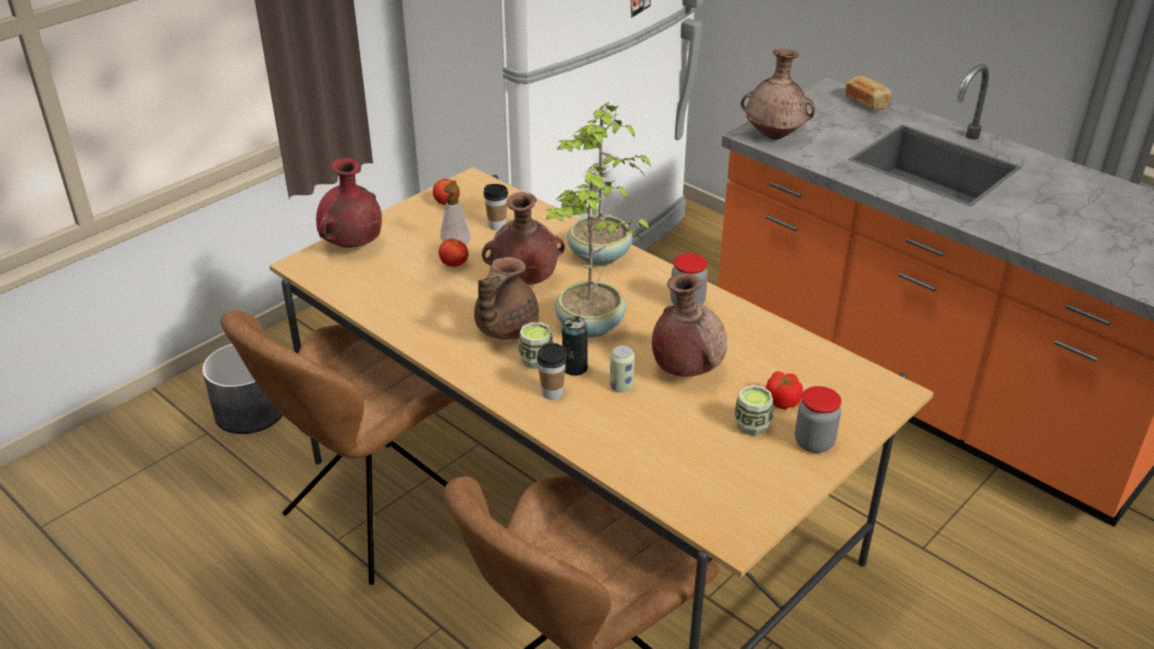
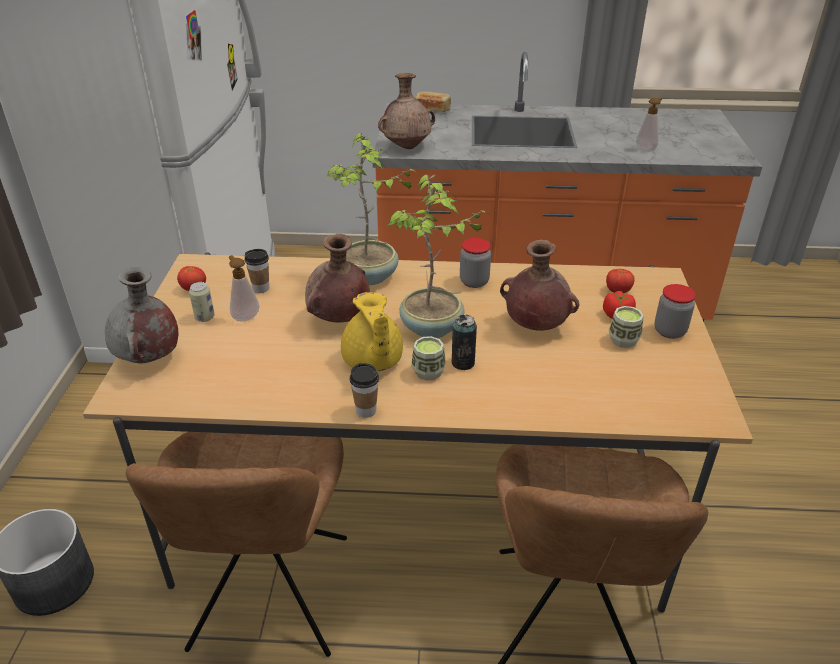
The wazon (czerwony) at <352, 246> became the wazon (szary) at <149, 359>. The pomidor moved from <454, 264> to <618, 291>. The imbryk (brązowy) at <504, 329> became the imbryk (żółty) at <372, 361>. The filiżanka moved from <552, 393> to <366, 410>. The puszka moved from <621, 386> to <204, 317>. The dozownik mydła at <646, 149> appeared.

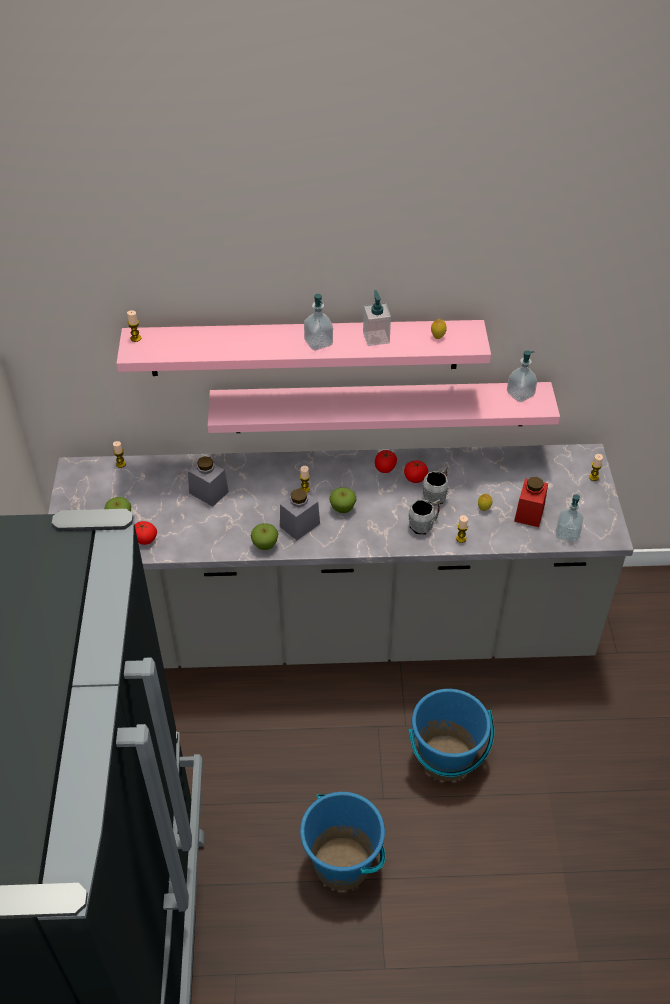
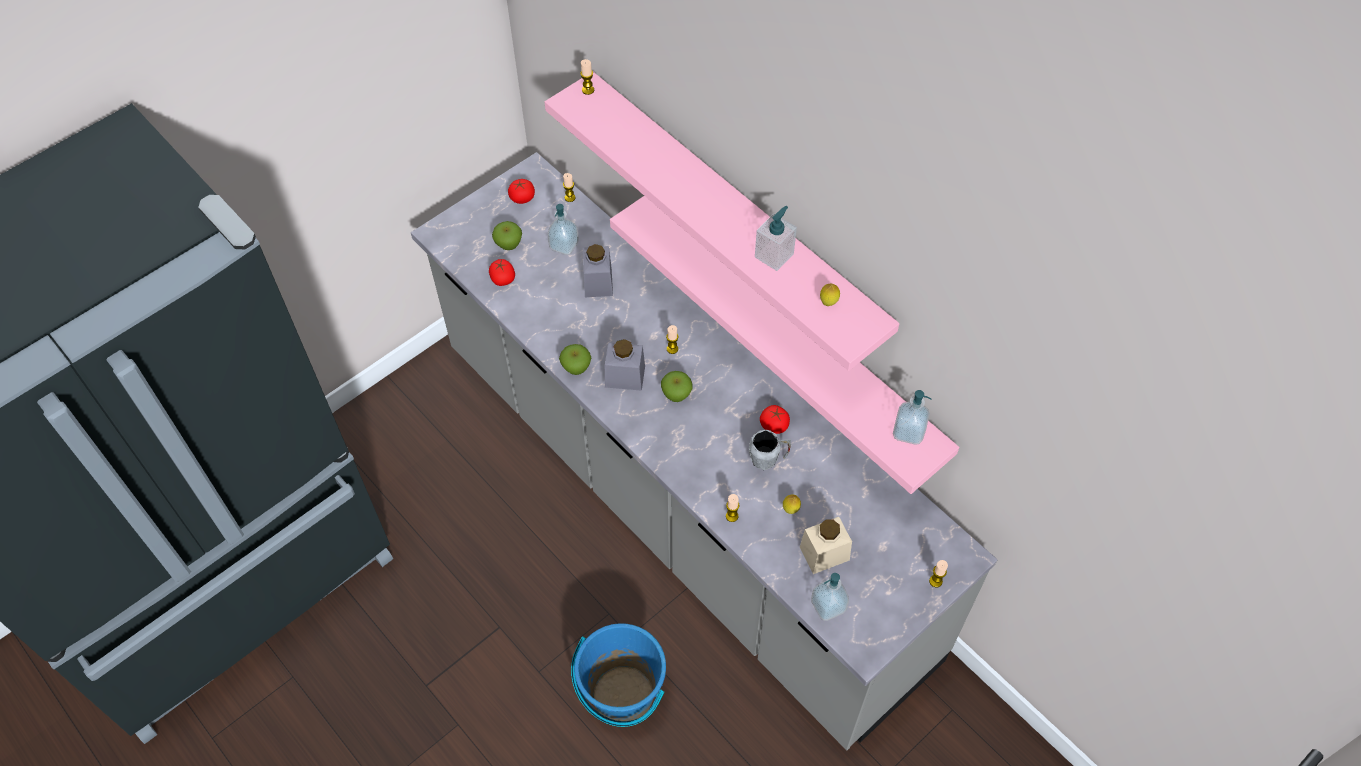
The wiadro (niebieski) at <342, 864> disappeared. The dozownik mydła moved from <318, 343> to <564, 245>. The pomidor moved from <385, 468> to <522, 198>. The kubek (szary) at <424, 525> disappeared. The słoik (czerwony) at <529, 513> became the słoik (beżowy) at <824, 553>.

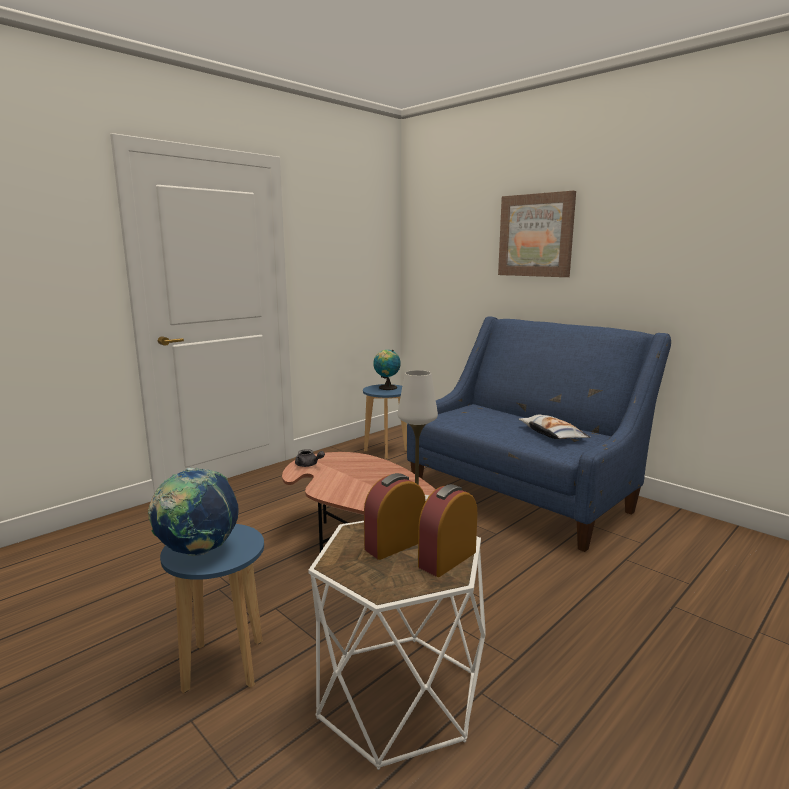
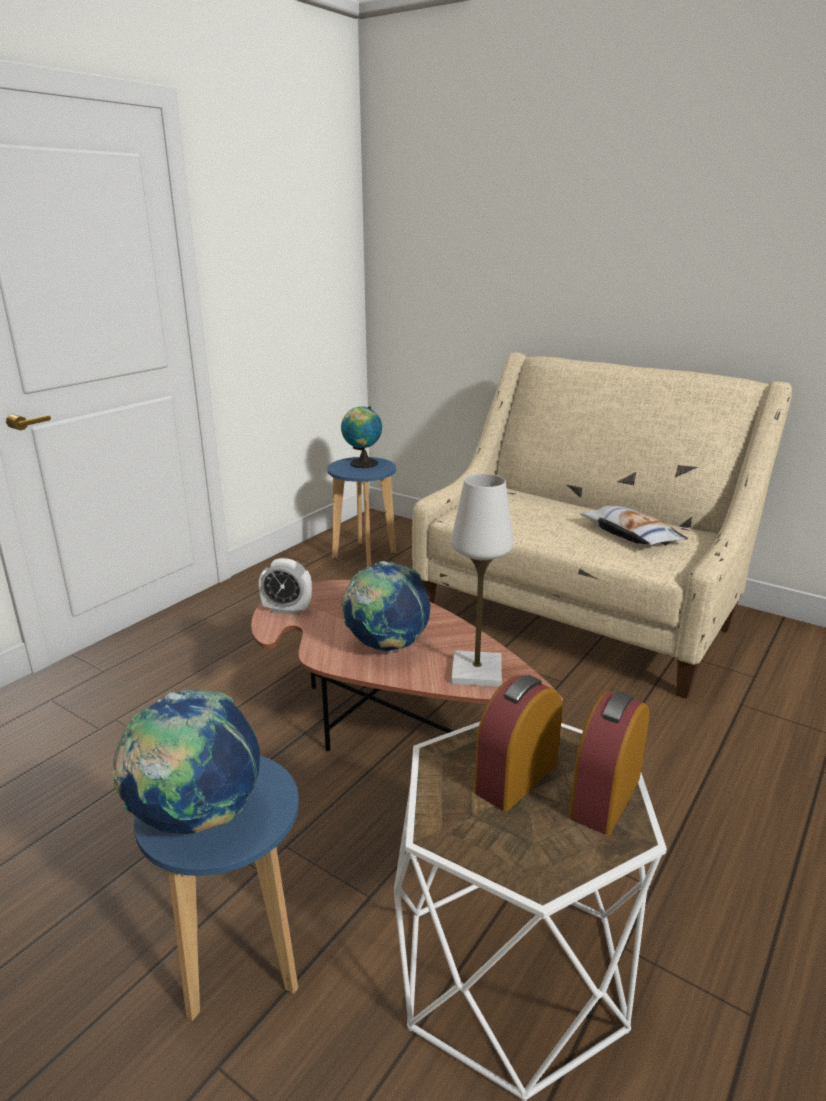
The imbryk (szary) at <308, 465> was replaced by the budzik at <287, 610>. The kanapa (niebieski) at <524, 494> became the kanapa (beżowy) at <578, 612>. The obraz at <536, 235> disappeared. The globus at <386, 646> appeared.

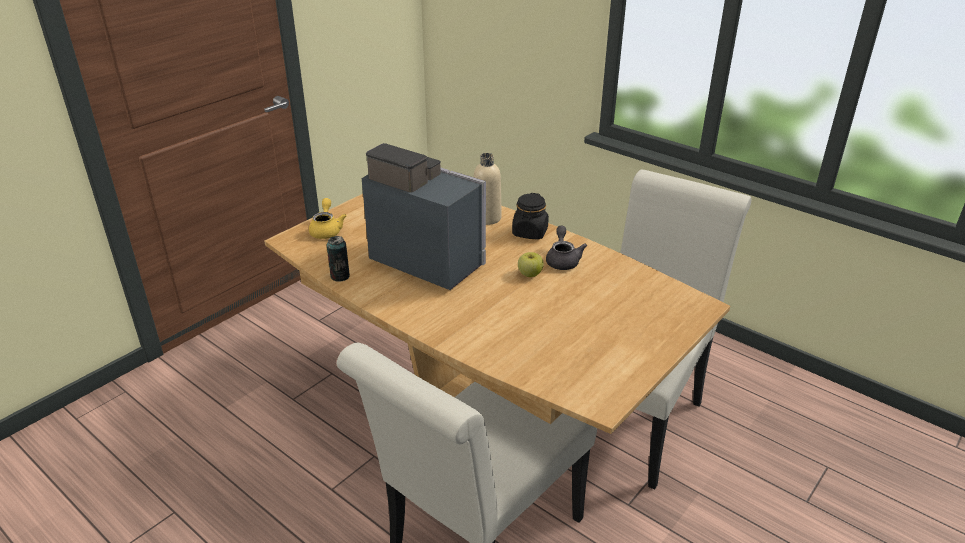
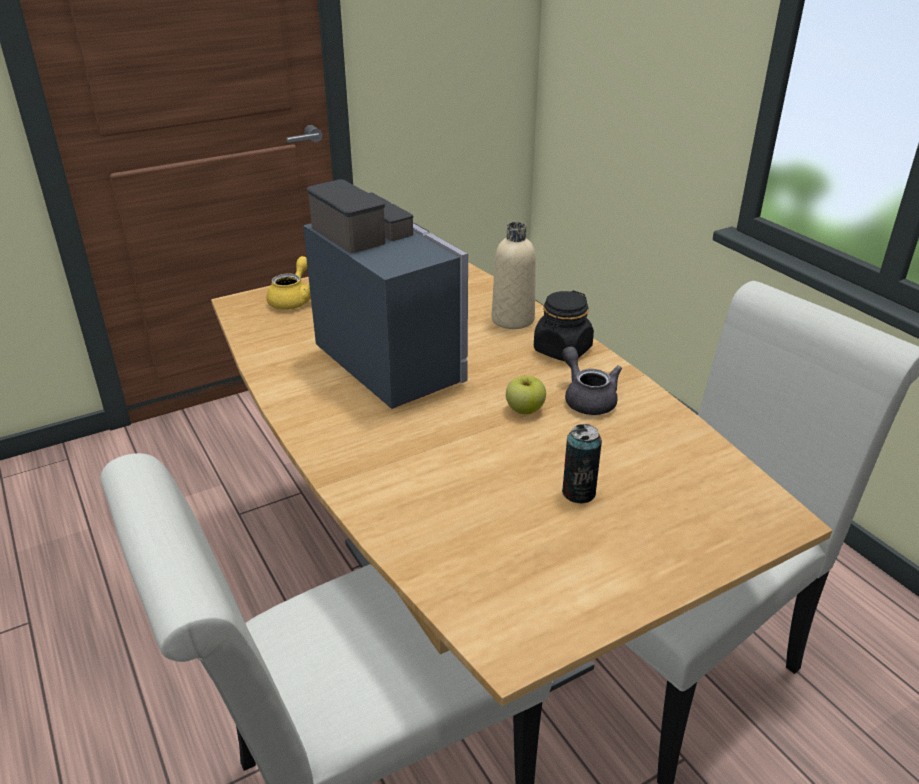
The puszka moved from <340, 276> to <578, 493>. The imbryk (szary) at <562, 260> turned 45 degrees counterclockwise.

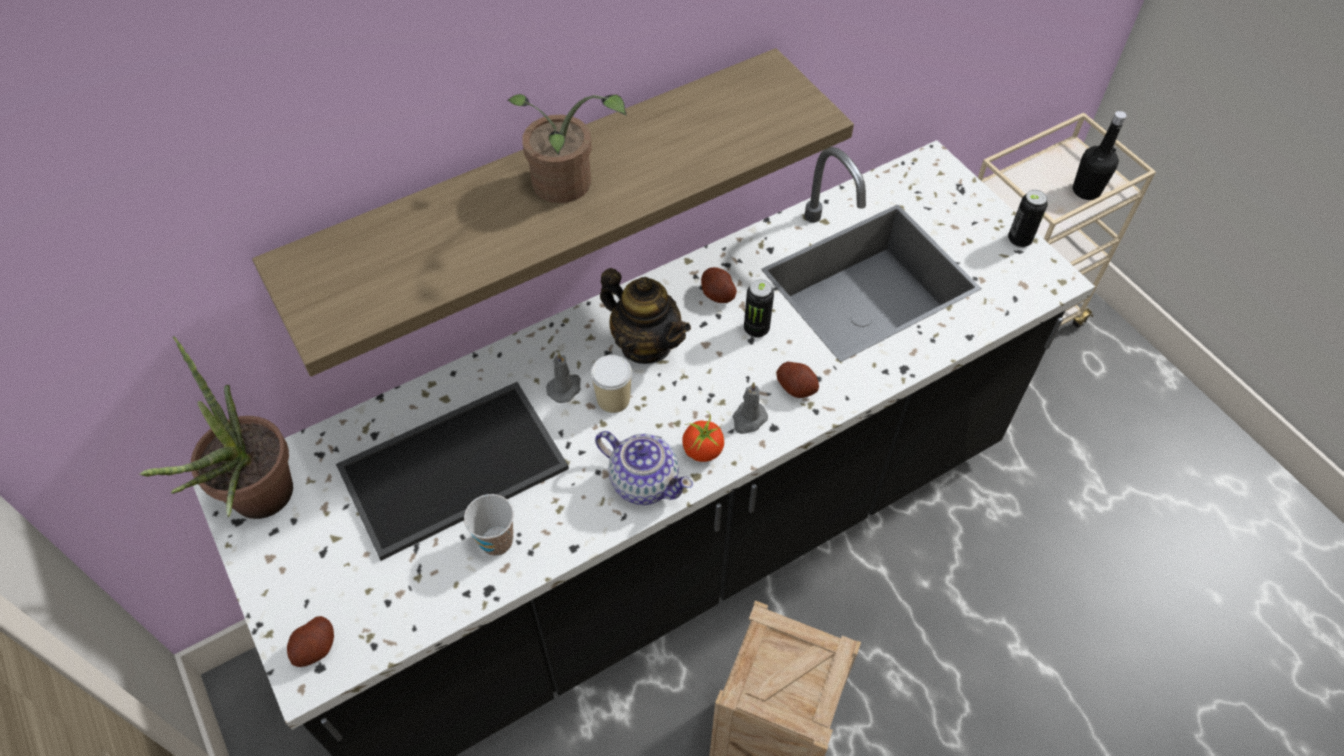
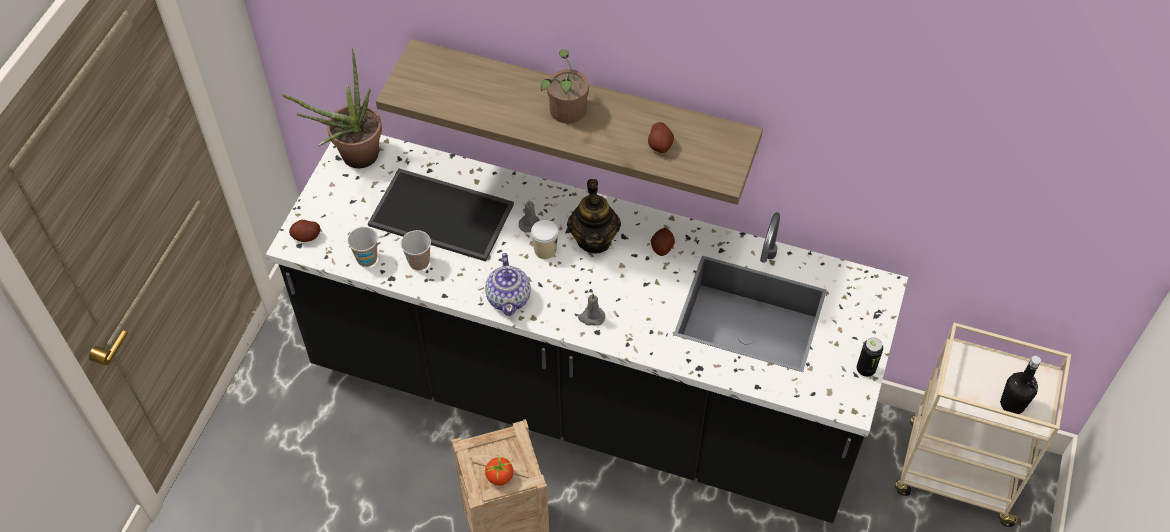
The pomidor moved from <703, 450> to <500, 476>. The puszka at <756, 329> disappeared. The ziemniak moved from <796, 387> to <660, 145>. The filiżanka at <367, 258> appeared.

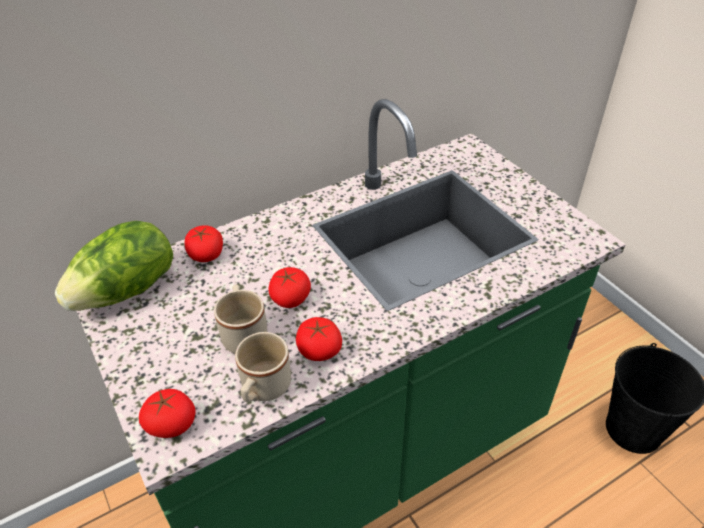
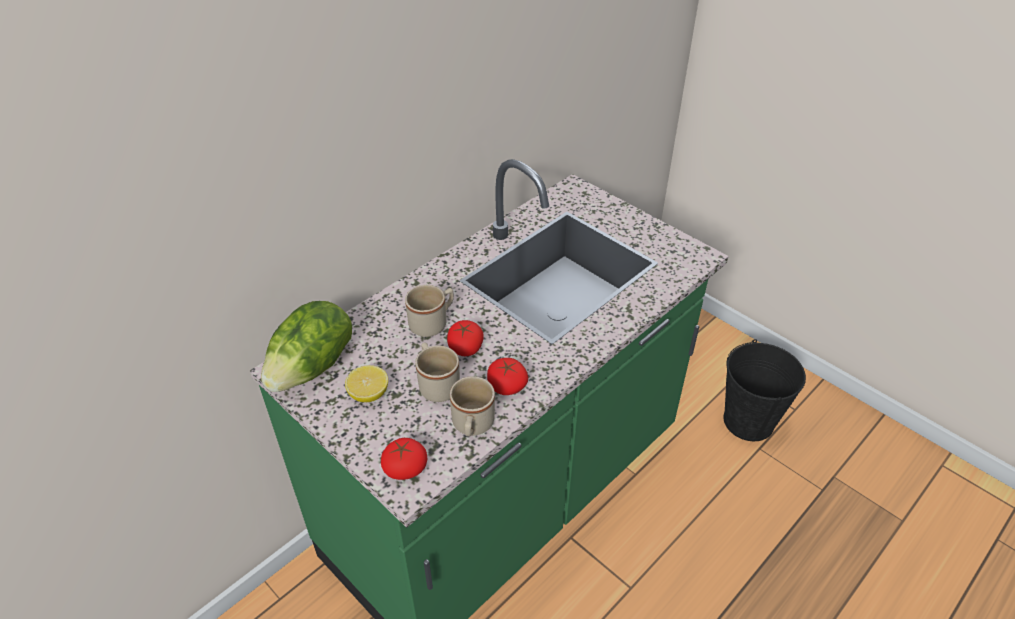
The pomidor at <206, 254> disappeared. The cytryna at <369, 394> appeared. The kubek (beżowy) at <433, 323> appeared.

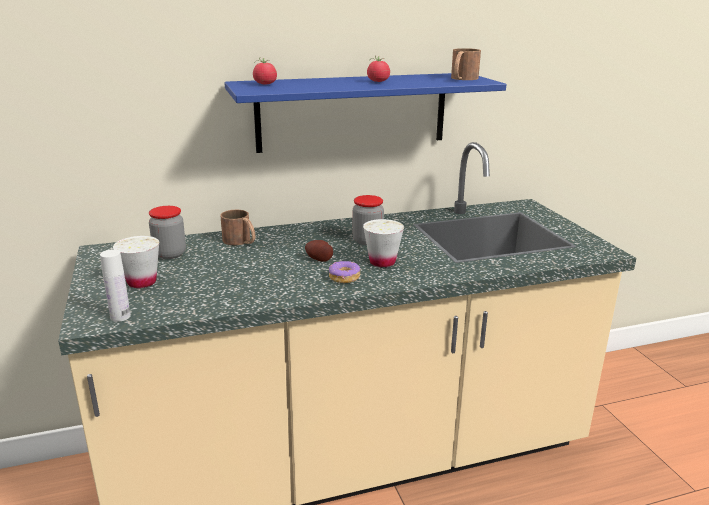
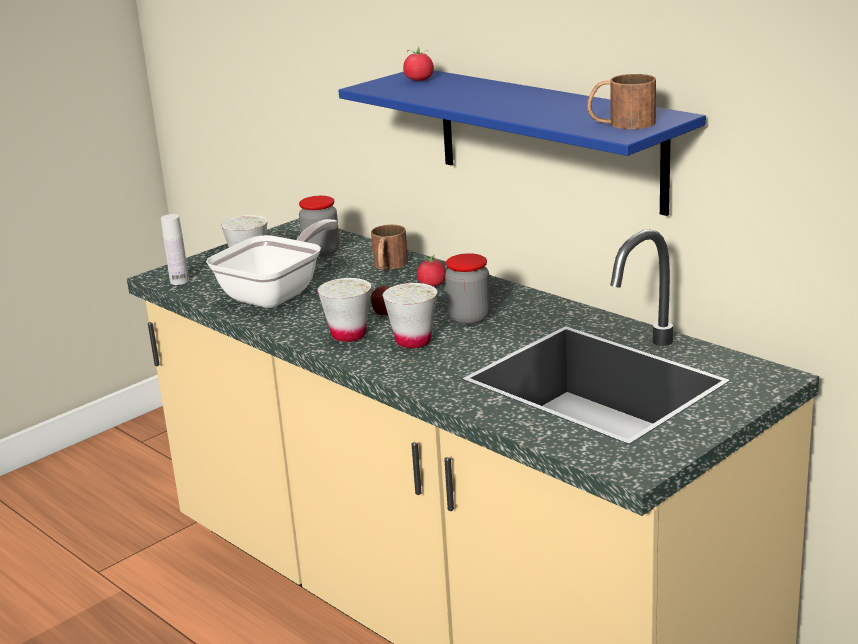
The donut at <344, 277> was replaced by the filiżanka (biały) at <348, 335>. The pomidor moved from <378, 81> to <432, 285>. The patelnia at <278, 293> appeared.

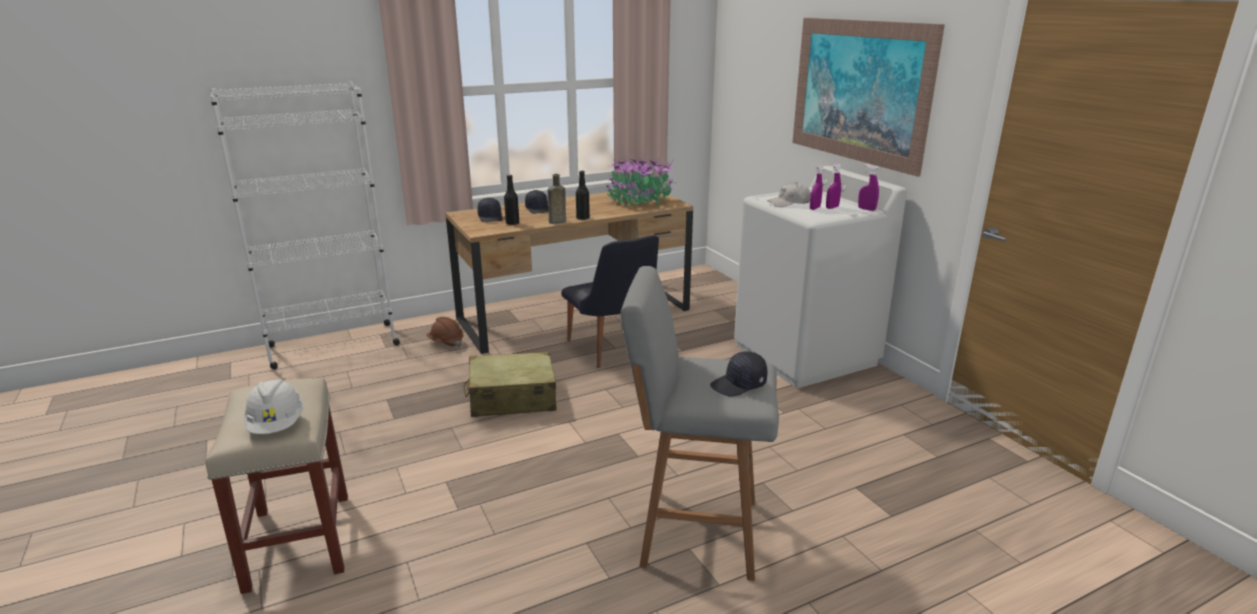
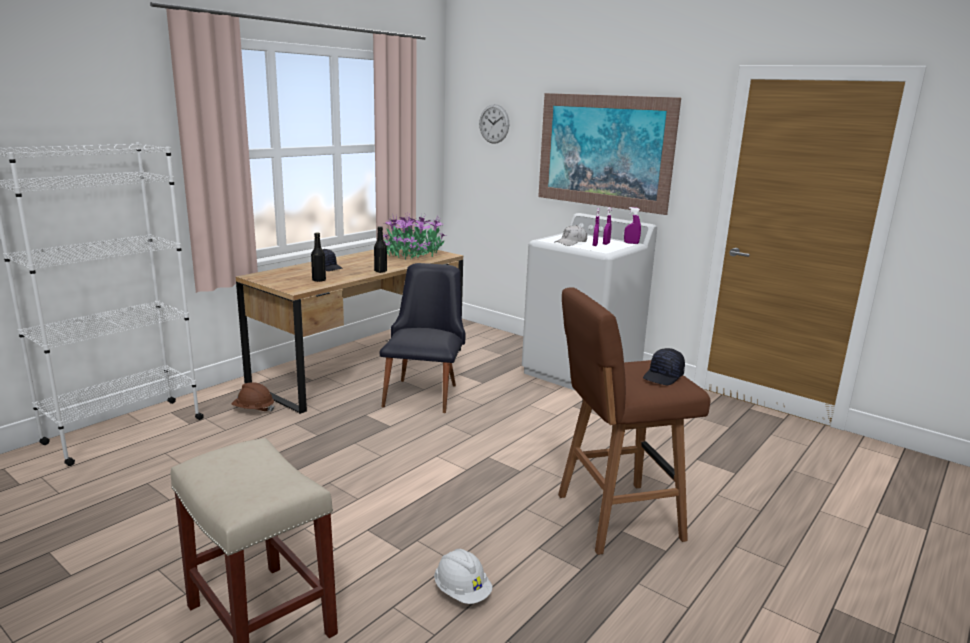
The kask (biały) moved from <277, 425> to <462, 592>. The walizka (beżowy) at <512, 398> disappeared. The czapka z daszkiem (czarny) at <491, 218> disappeared. The butelka (brązowy) at <556, 222> disappeared. The krzesło (czarny) at <613, 351> turned 120 degrees counterclockwise. The stołek (szary) at <694, 531> became the stołek (brązowy) at <614, 517>. The zegar ścienny at <494, 124> appeared.

